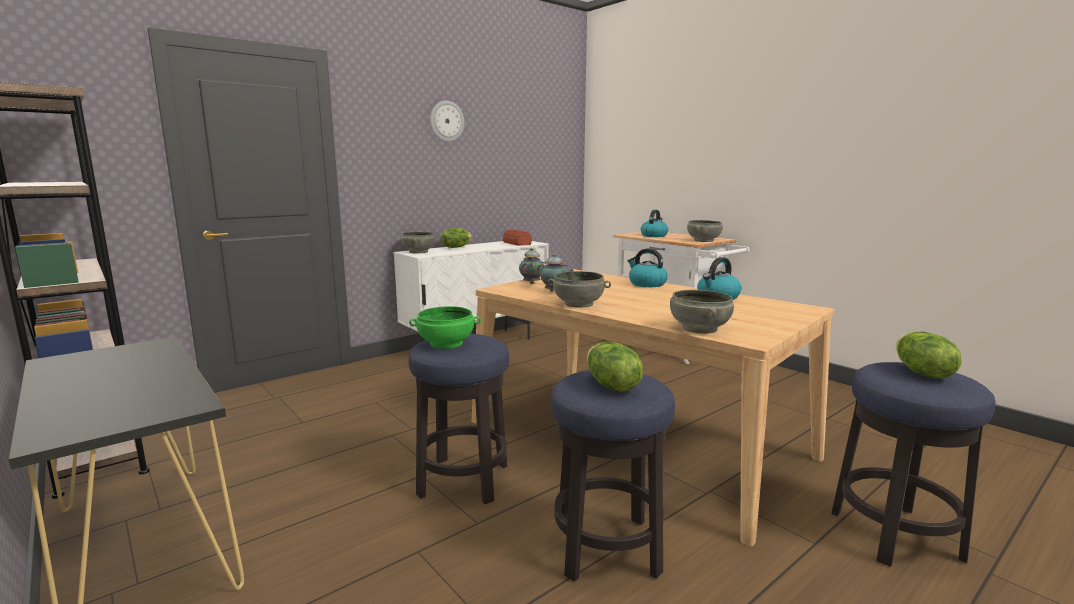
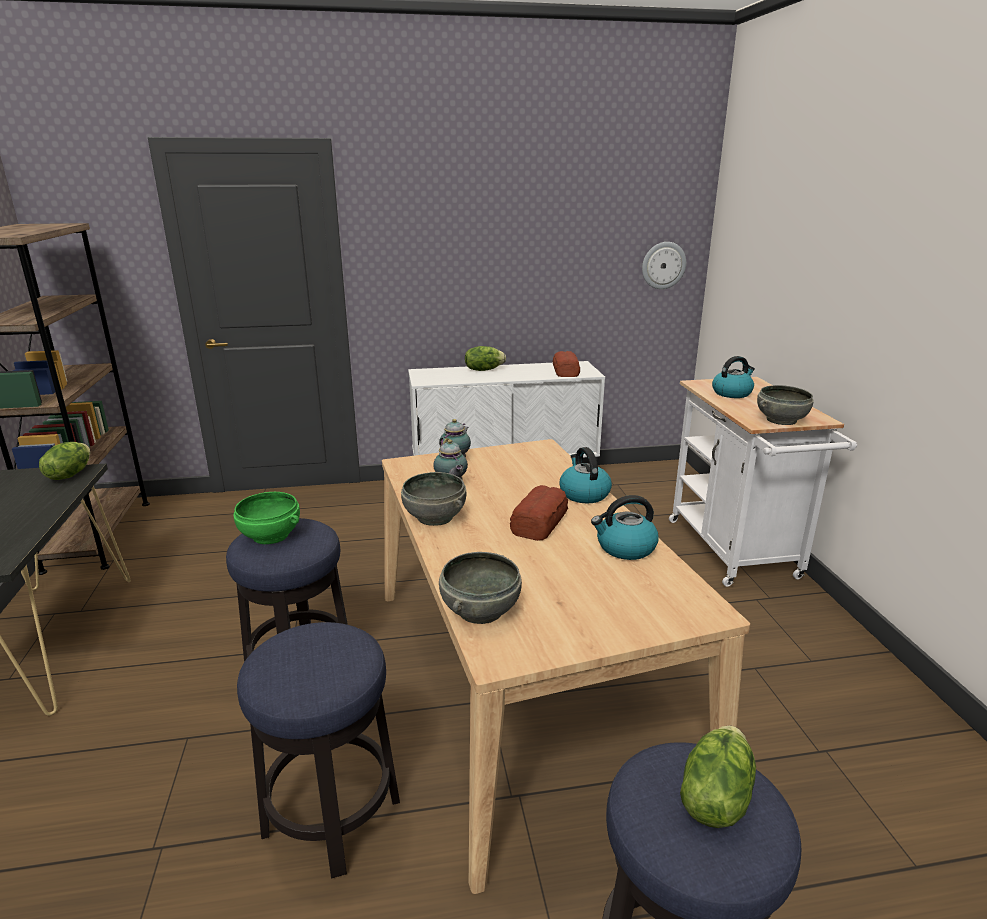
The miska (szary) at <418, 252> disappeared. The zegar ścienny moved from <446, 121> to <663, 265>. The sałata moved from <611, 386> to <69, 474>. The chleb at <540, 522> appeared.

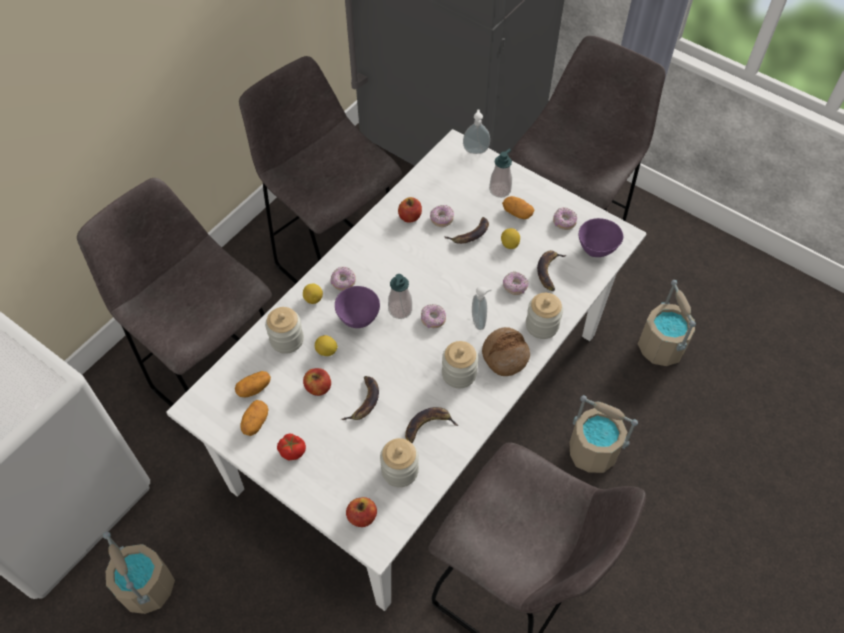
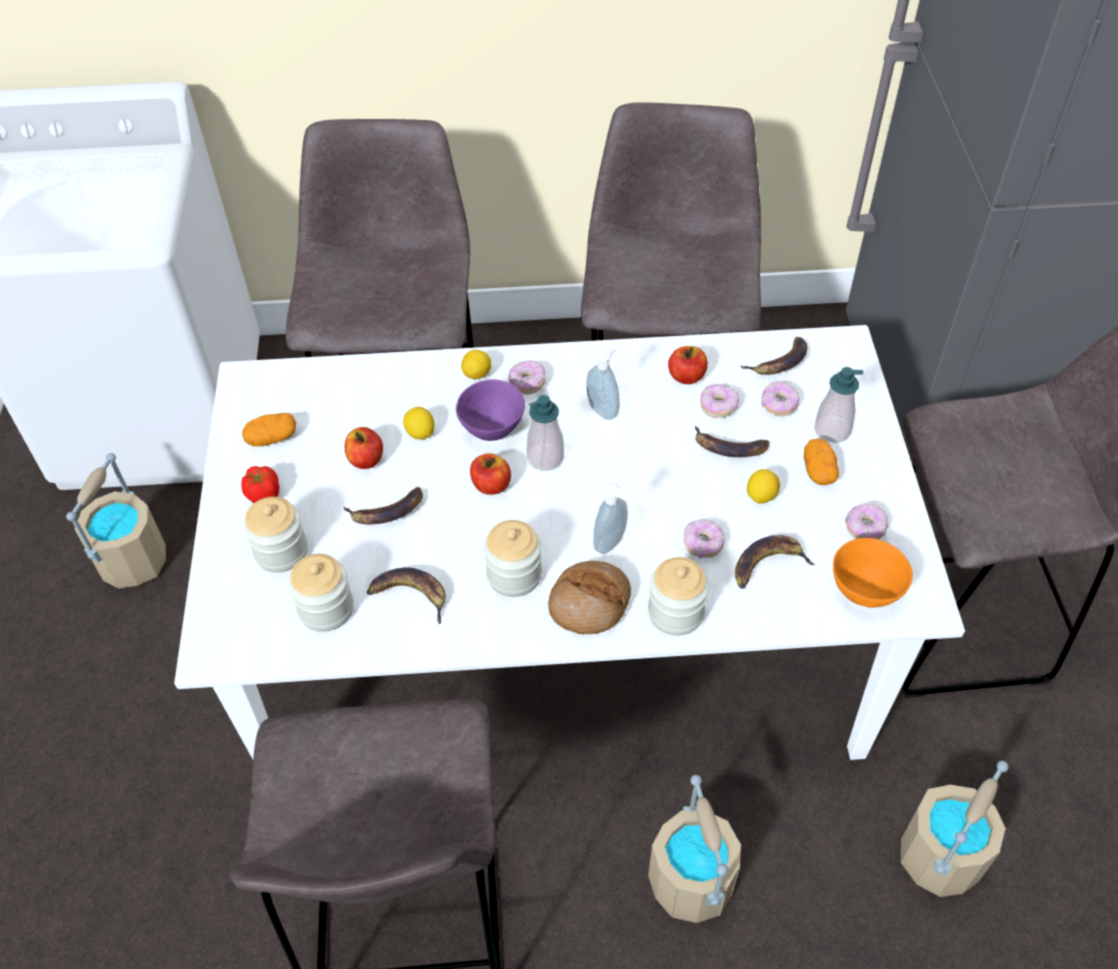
The ziemniak at <254, 388> disappeared. The słoik moved from <287, 339> to <281, 551>. The jabłko moved from <362, 517> to <491, 485>. The donut moved from <433, 319> to <778, 405>. The dozownik mydła moved from <475, 150> to <604, 409>. The miska (fioletowy) at <596, 249> became the miska (pomarańczowy) at <865, 592>. The banan at <779, 362> appeared.

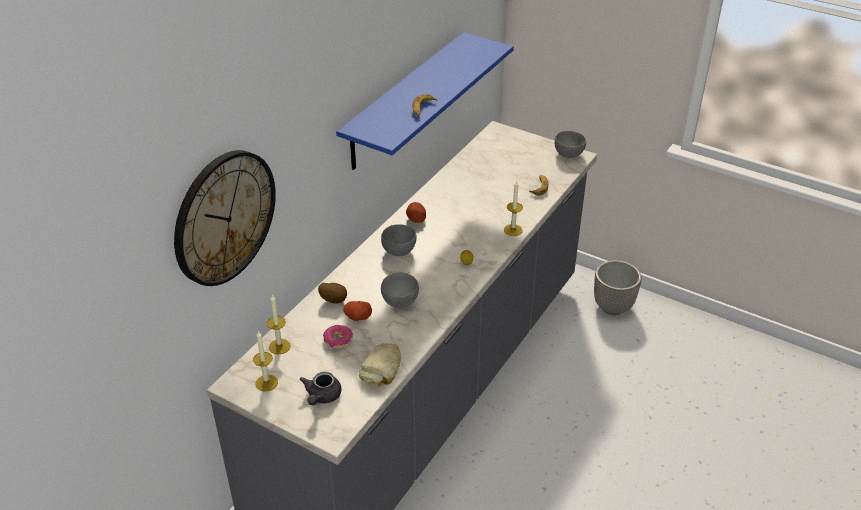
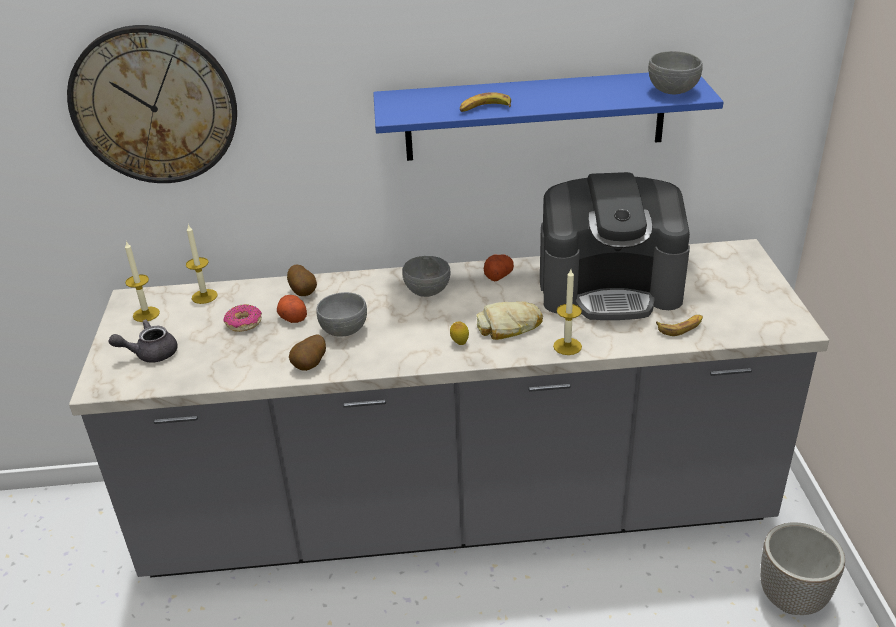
The chleb moved from <382, 368> to <510, 326>. The miska (szary) moved from <568, 154> to <672, 91>. The ziemniak at <310, 366> appeared. The ekspres do kawy at <610, 288> appeared.

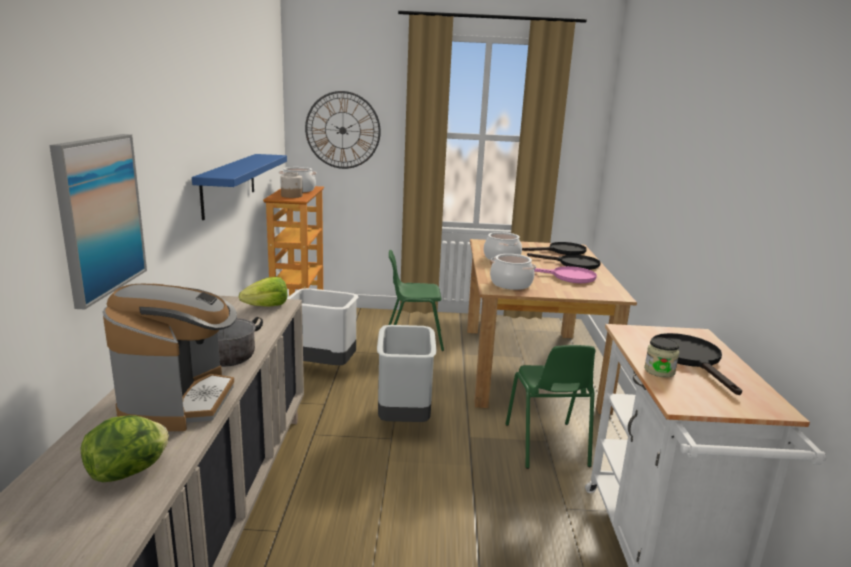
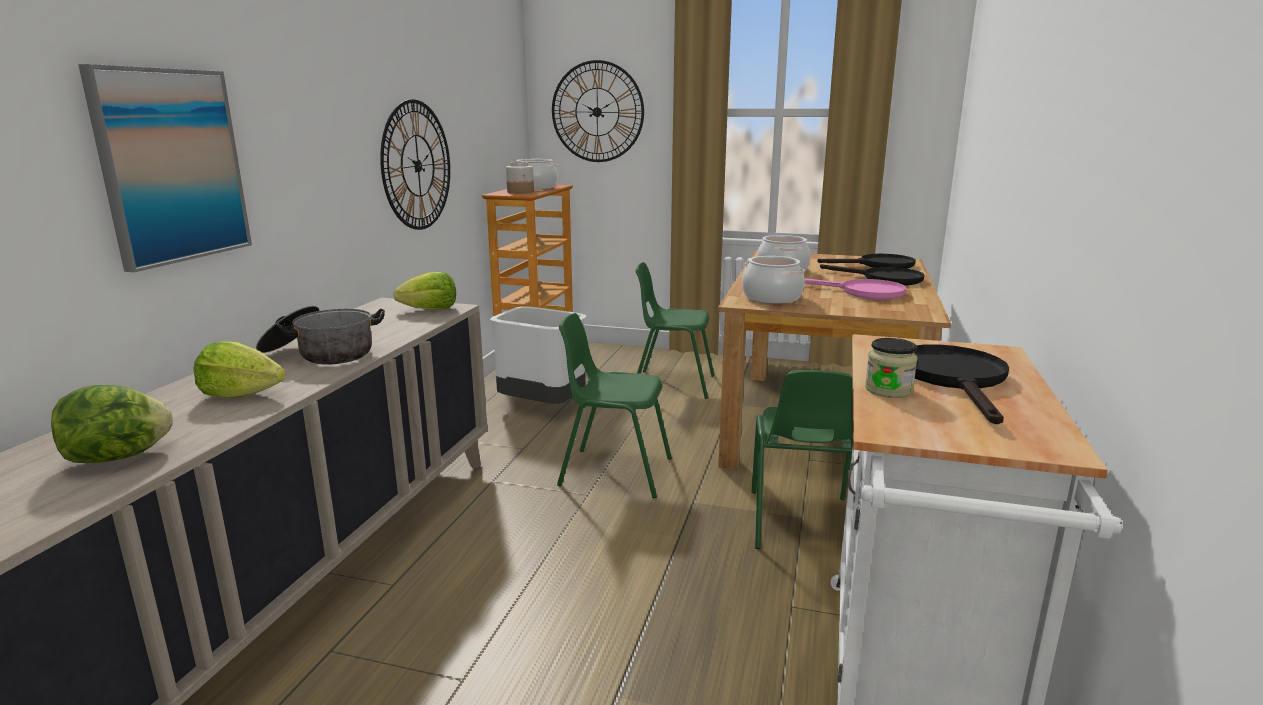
The ekspres do kawy at <179, 401> was replaced by the sałata at <241, 394>. The półka (niebieski) at <229, 184> was replaced by the zegar ścienny at <417, 165>. The kosz na śmieci (szary) at <403, 417> was replaced by the krzesło (zielony) at <614, 472>.

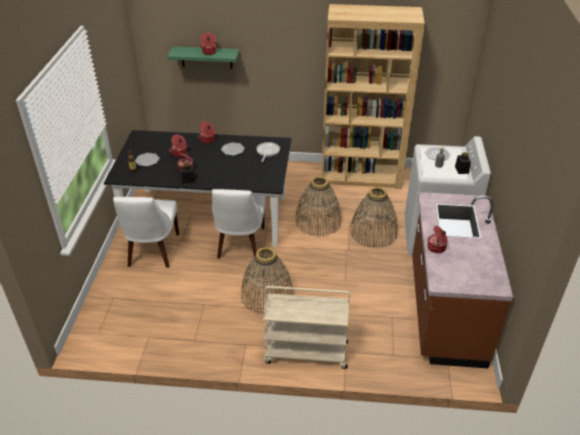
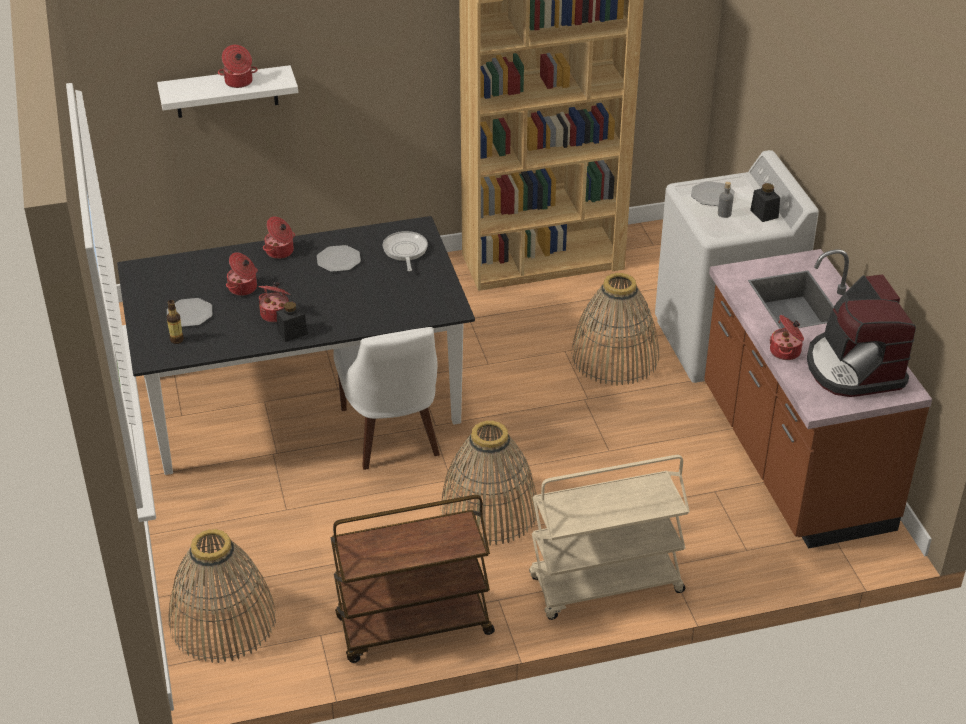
The krzesło (biały) at <152, 252> disappeared. The półka (zielony) at <206, 57> became the półka (biały) at <226, 92>. The koszyk moved from <318, 221> to <222, 621>. The wózek (brązowy) at <413, 627> appeared. The ekspres do kawy at <853, 368> appeared.

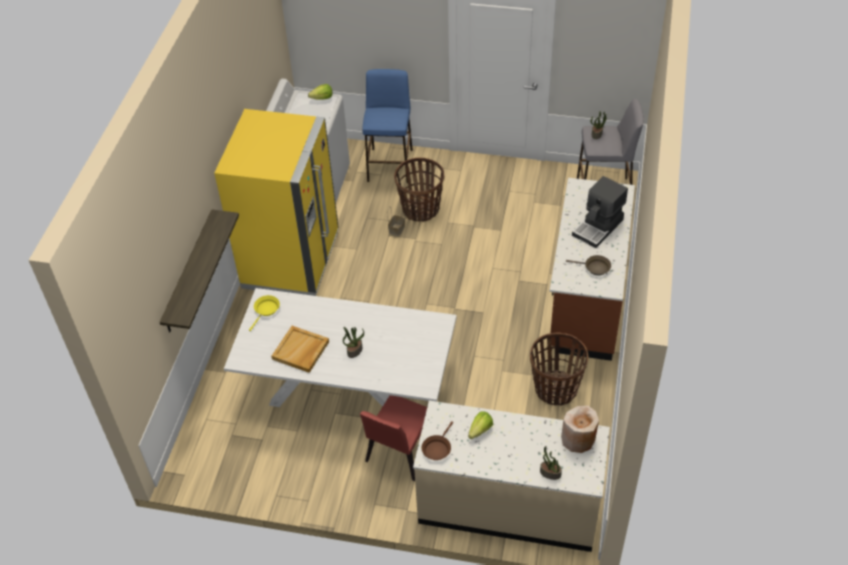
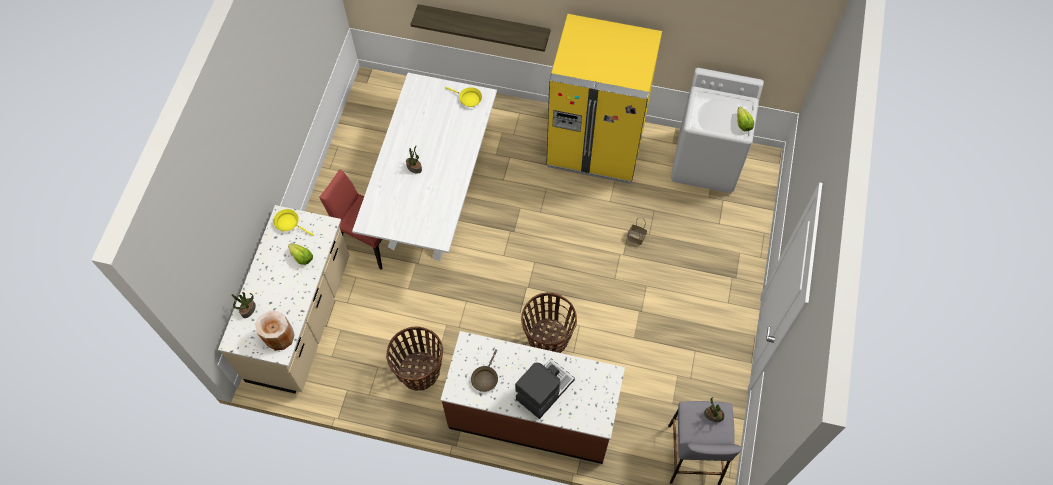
The taca (beżowy) at <301, 351> disappeared. The stołek (niebieski) at <390, 165> disappeared. The koszyk moved from <420, 209> to <547, 338>. The patelnia (brązowy) at <437, 448> became the patelnia (żółty) at <289, 223>. The ekspres do kawy at <598, 227> turned 90 degrees clockwise.

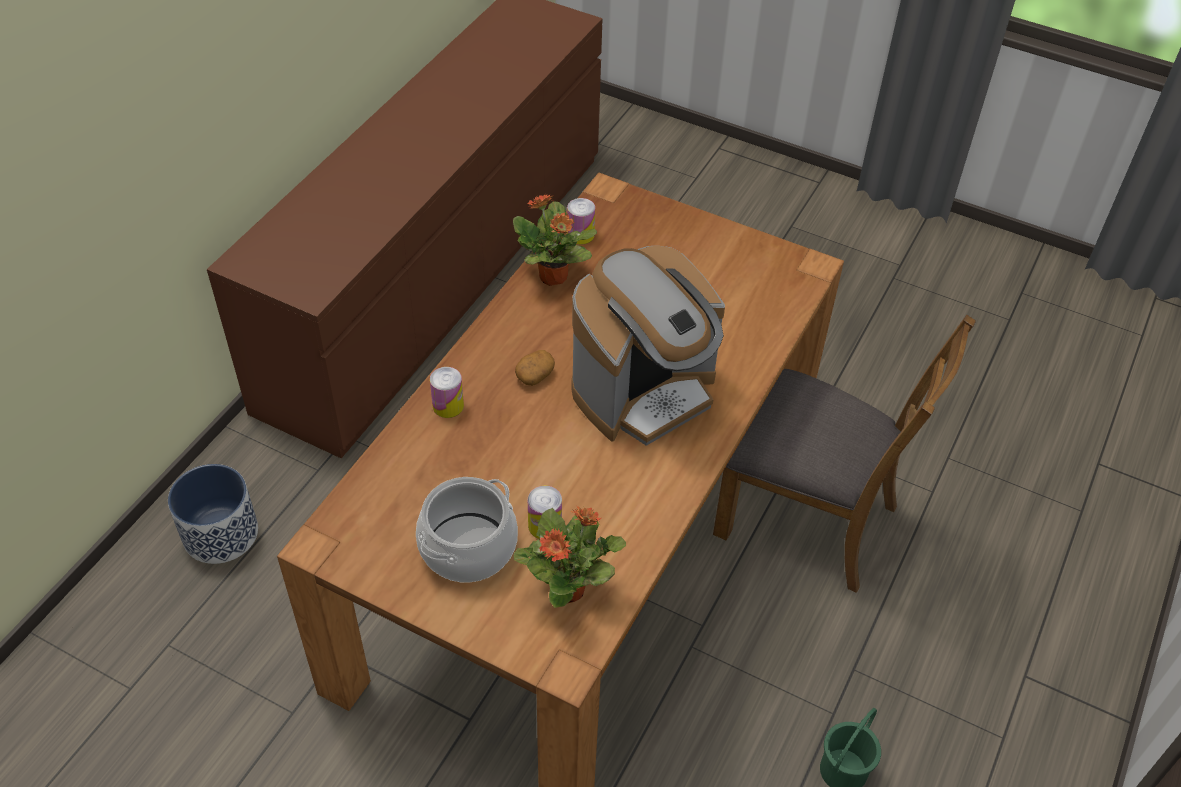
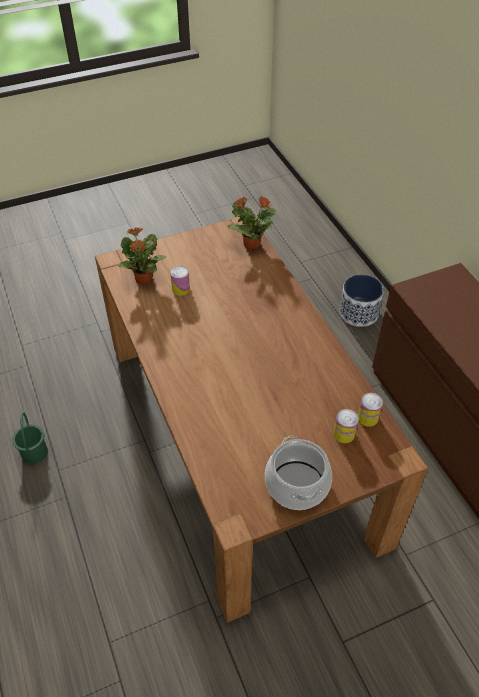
The garnek moved from <467, 547> to <297, 485>. The puszka moved from <448, 406> to <344, 434>. The roślina doniczkowa moved from <553, 277> to <251, 244>. The ziemniak at <535, 375> disappeared. The ekspres do kawy at <645, 392> disappeared. The krzesło (brązowy) at <809, 519> disappeared.

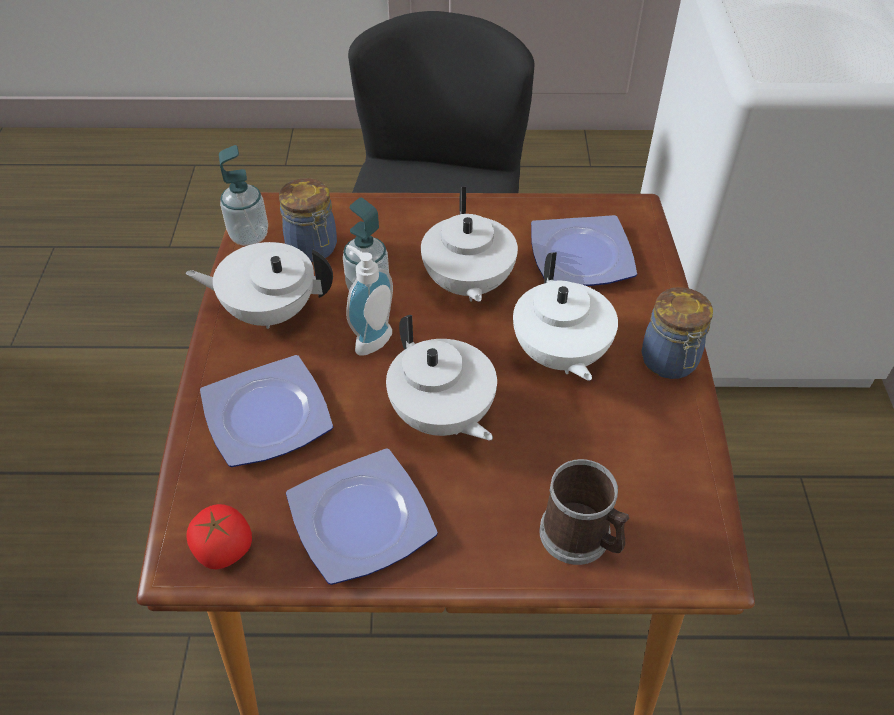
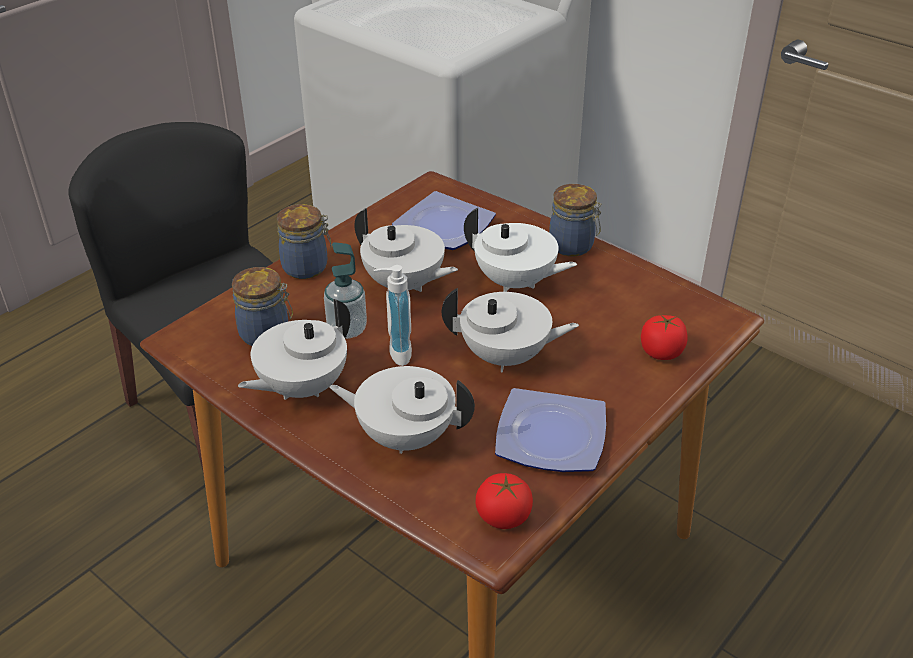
The talerz at <269, 414> was replaced by the imbryk (biały) at <405, 436>. The dozownik mydła at <249, 236> disappeared. The kubek at <581, 538> was replaced by the pomidor at <661, 352>. The słoik at <307, 267> appeared.

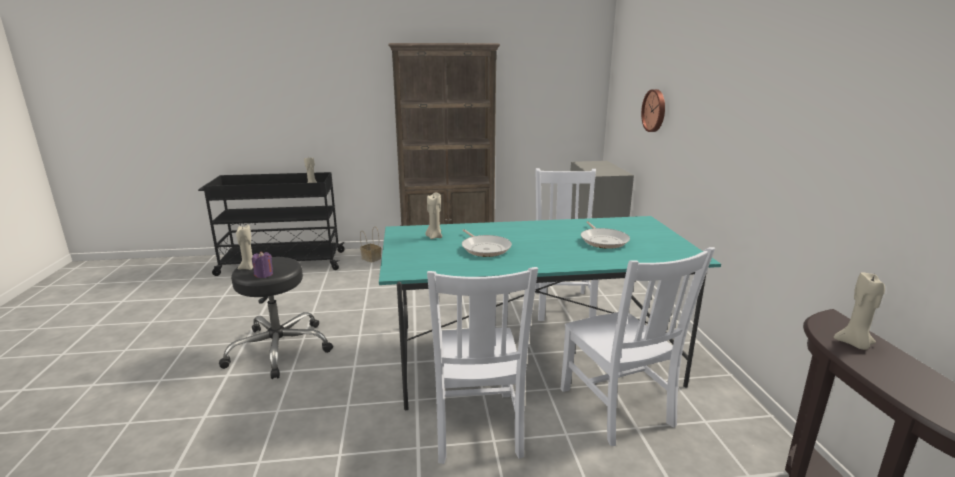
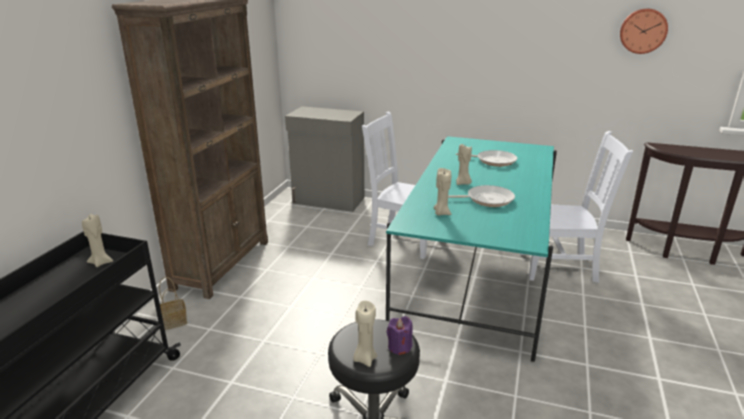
The krzesło (biały) at <477, 428> disappeared. The zegar ścienny moved from <655, 110> to <643, 31>. The świeca (beżowy) moved from <854, 344> to <463, 183>.

